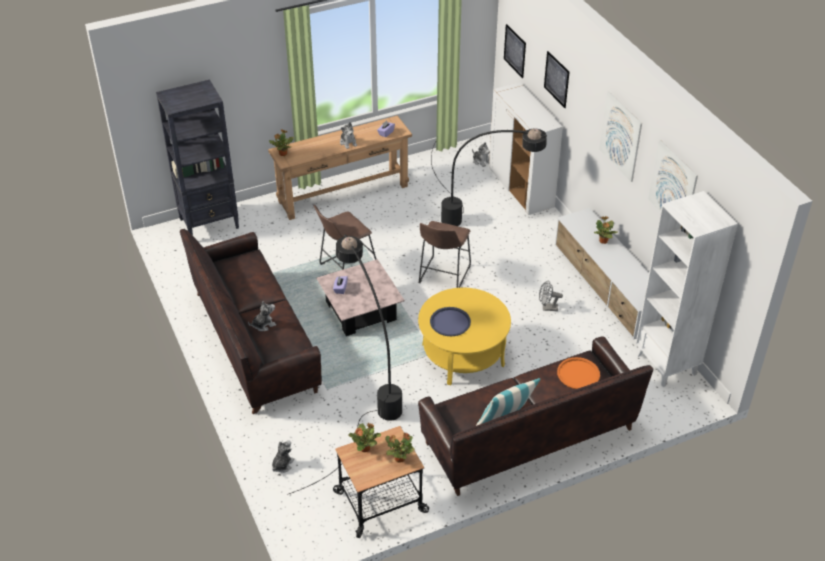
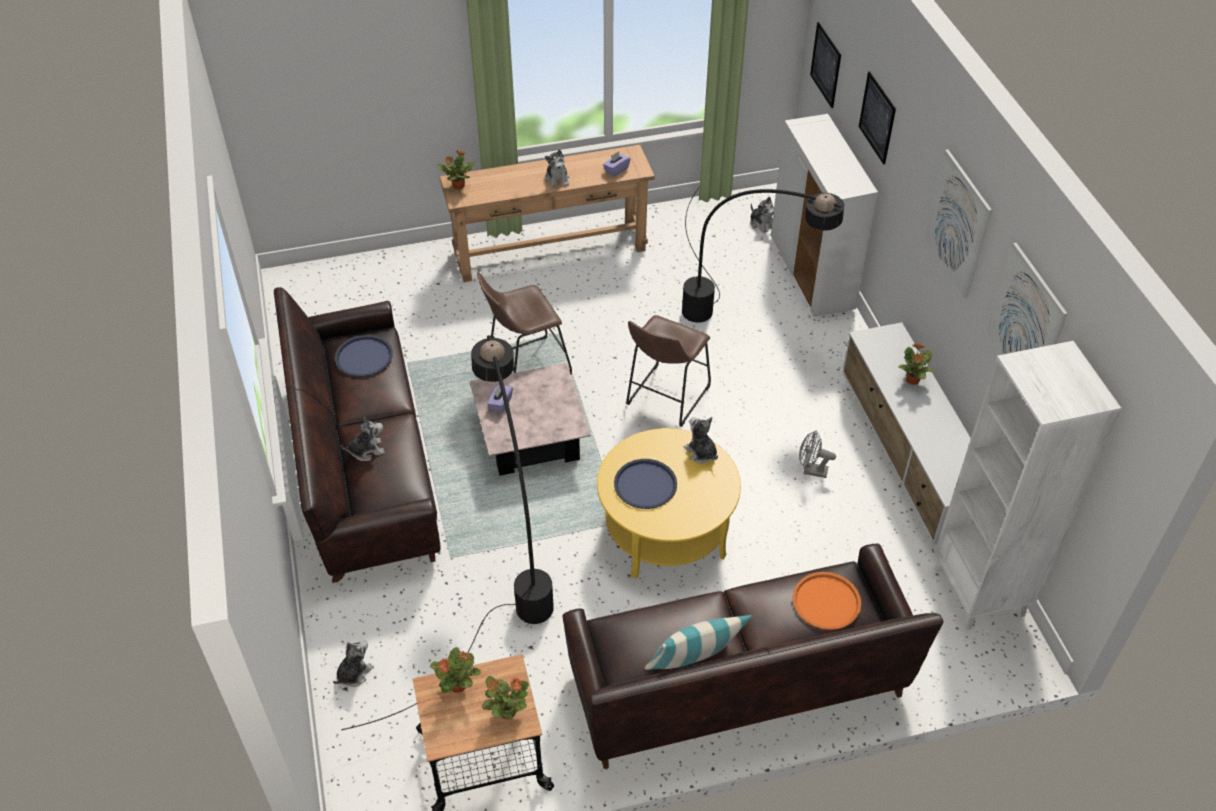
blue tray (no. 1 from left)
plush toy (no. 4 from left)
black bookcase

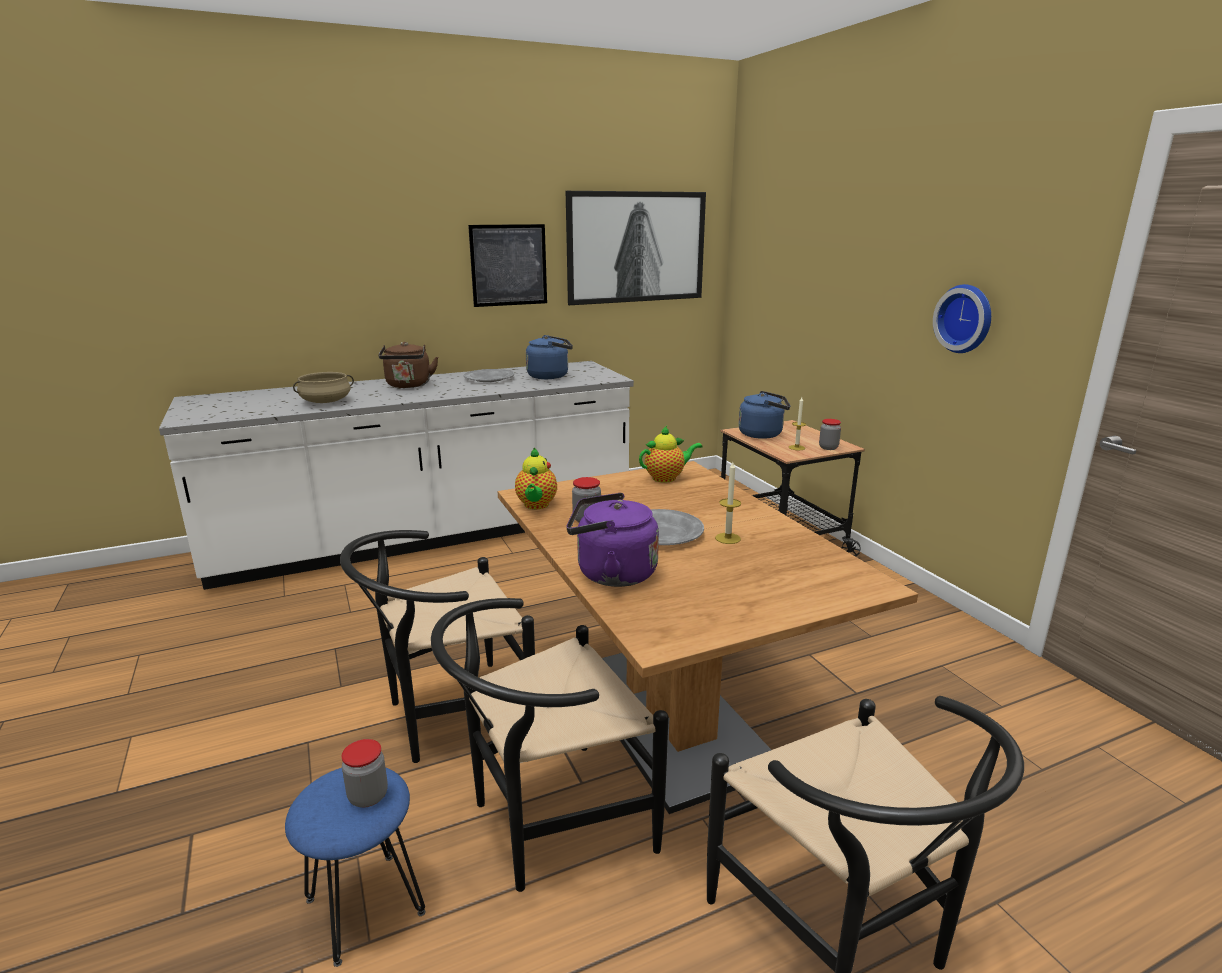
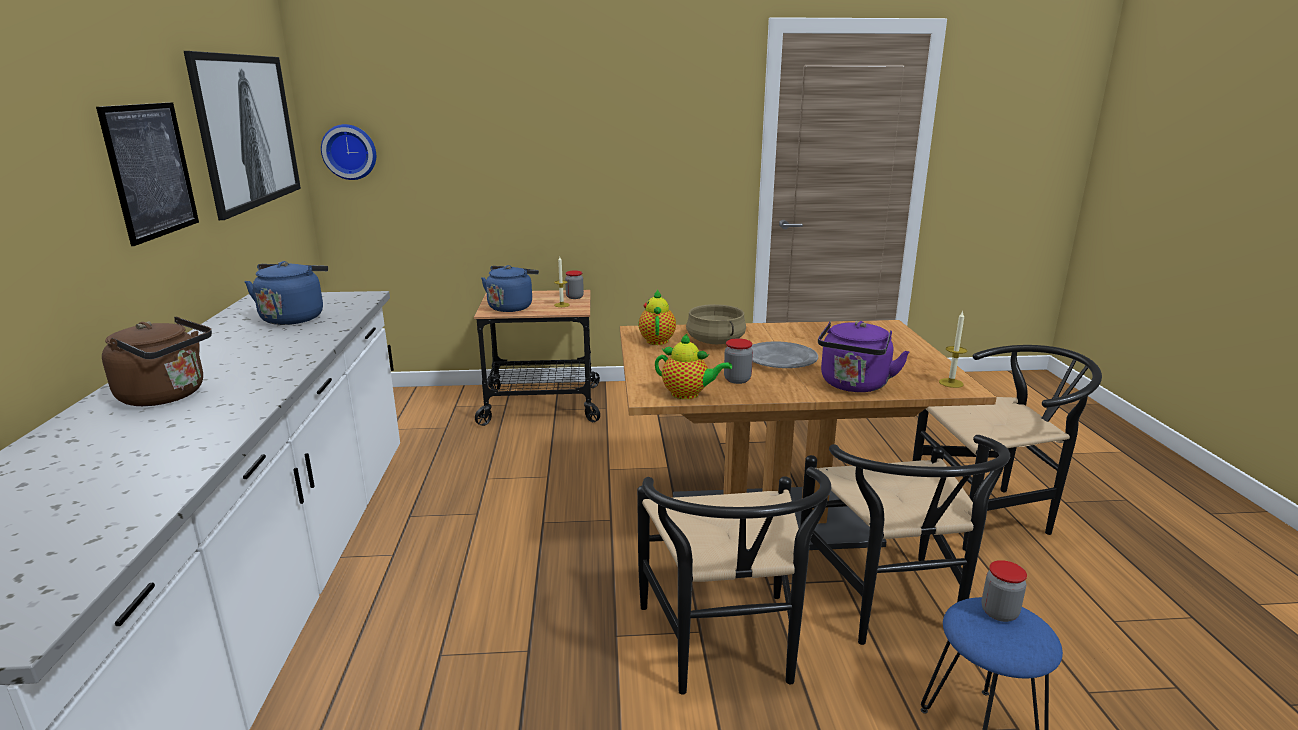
wall clock
beige cooking pot
candle (no. 2 from left)
grey plate (no. 1 from left in the first image)

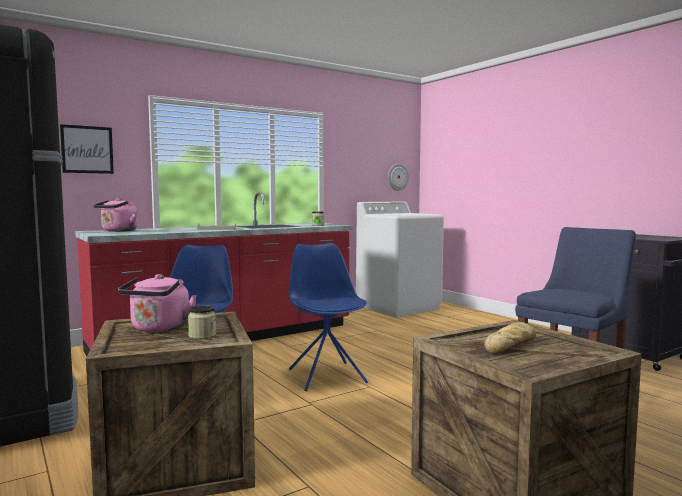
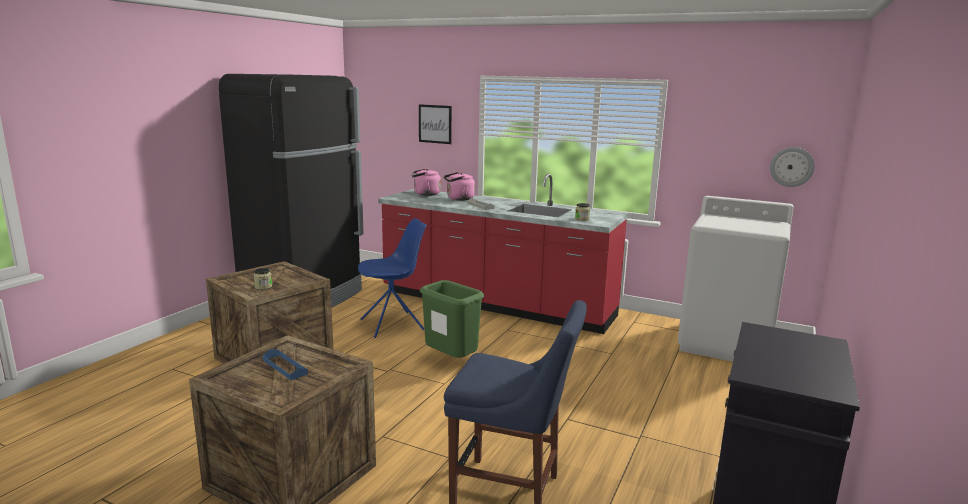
blue tray
green trash can
pink kettle (no. 2 from left)

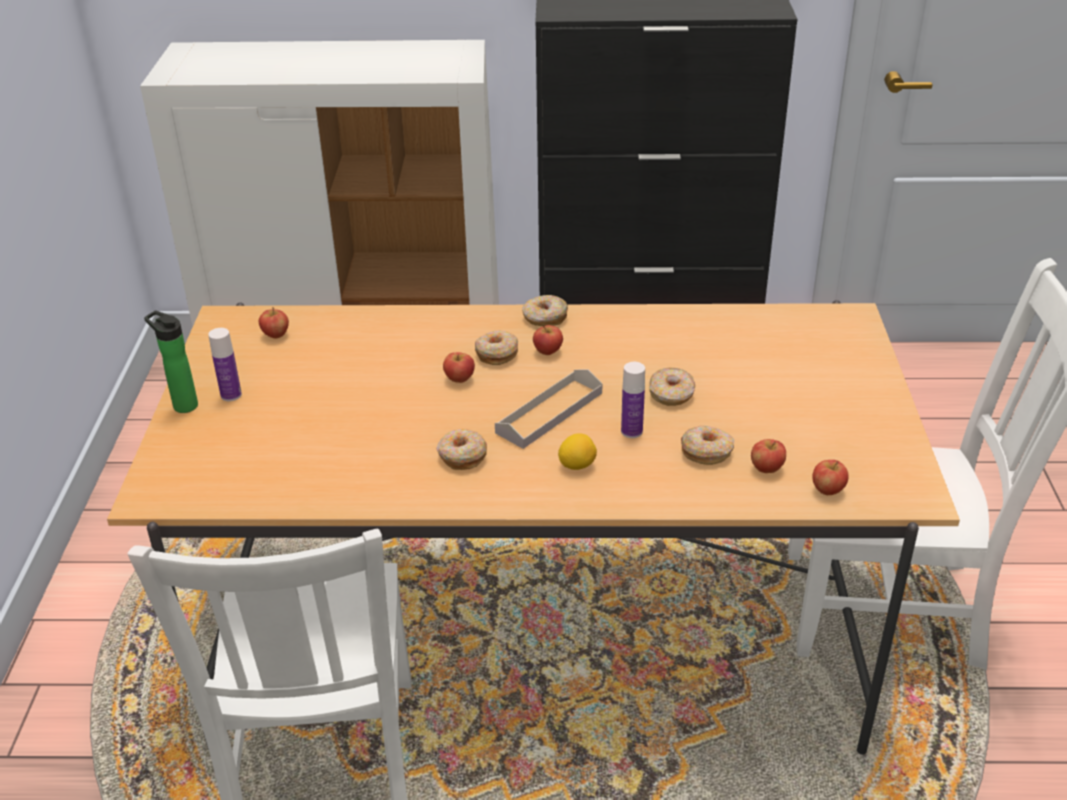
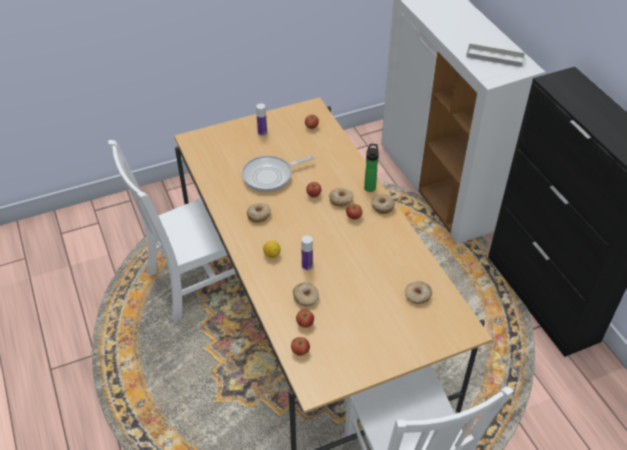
frying pan
bottle (no. 3 from left)
donut (no. 5 from left)
grey tray

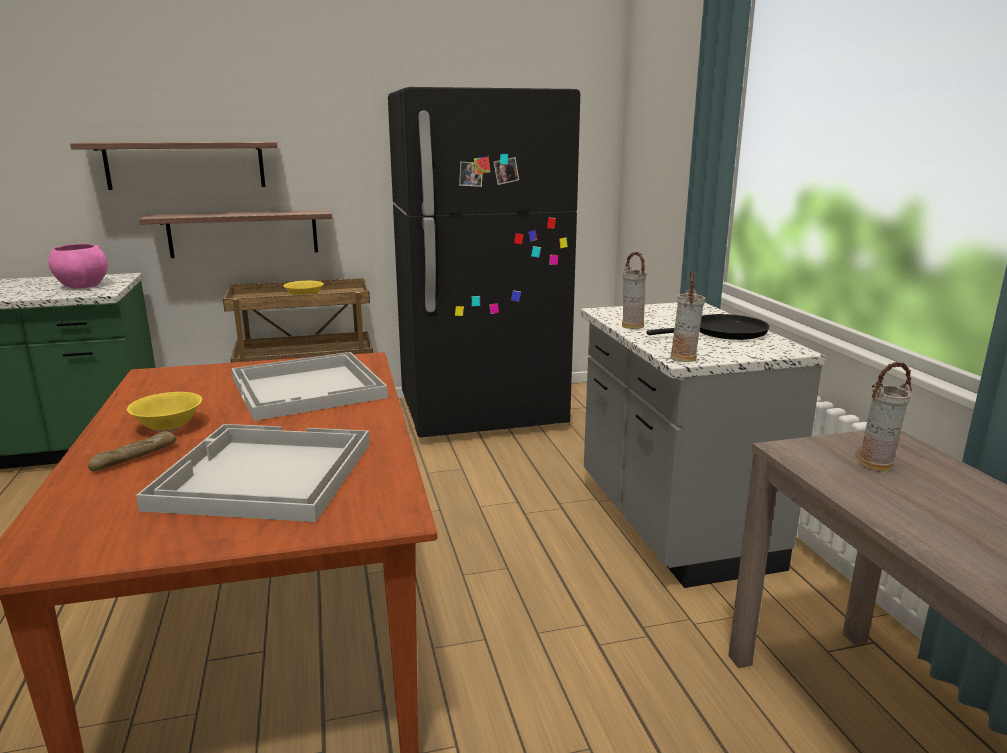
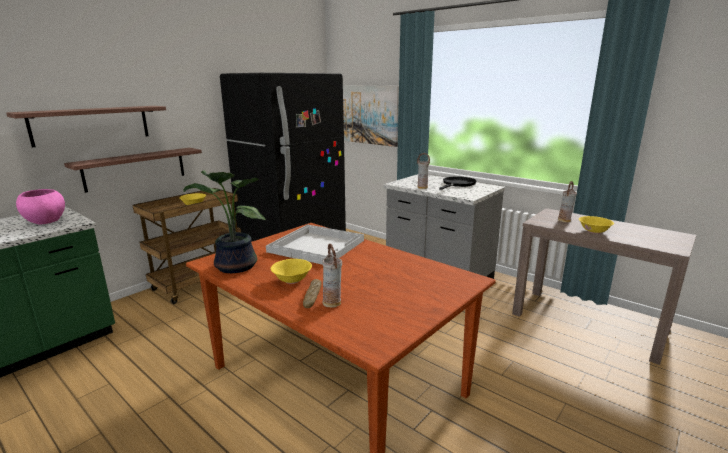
potted plant
vase (no. 1 from left)
picture
yellow bowl (no. 3 from left)
white tray (no. 1 from left in the first image)

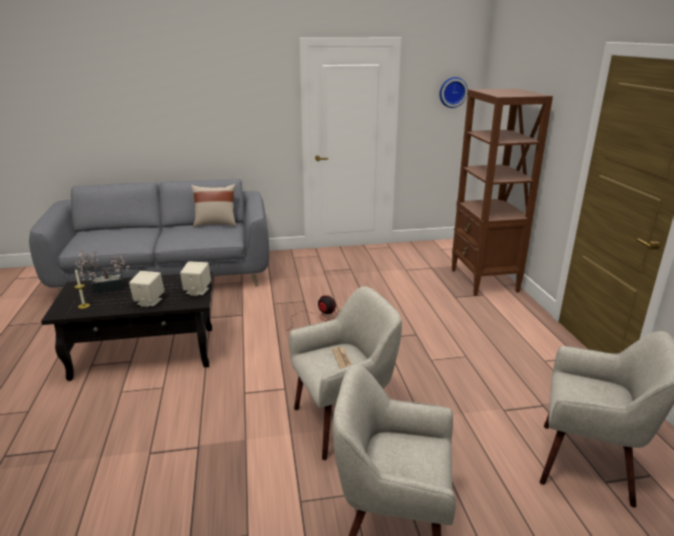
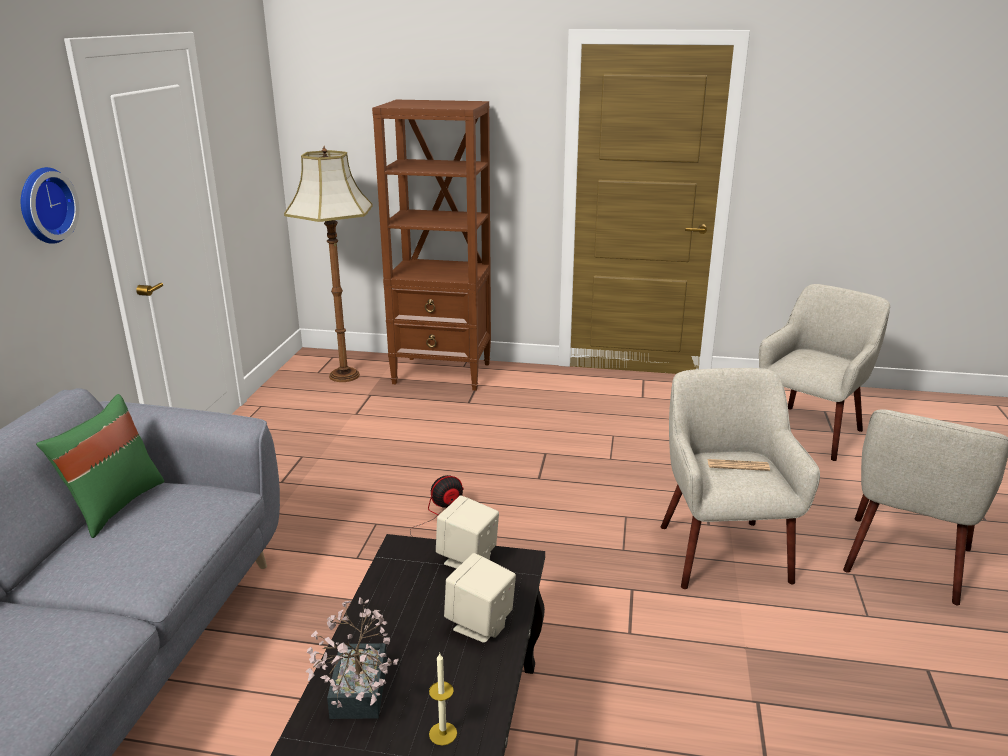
wall clock
green pillow
floor lamp

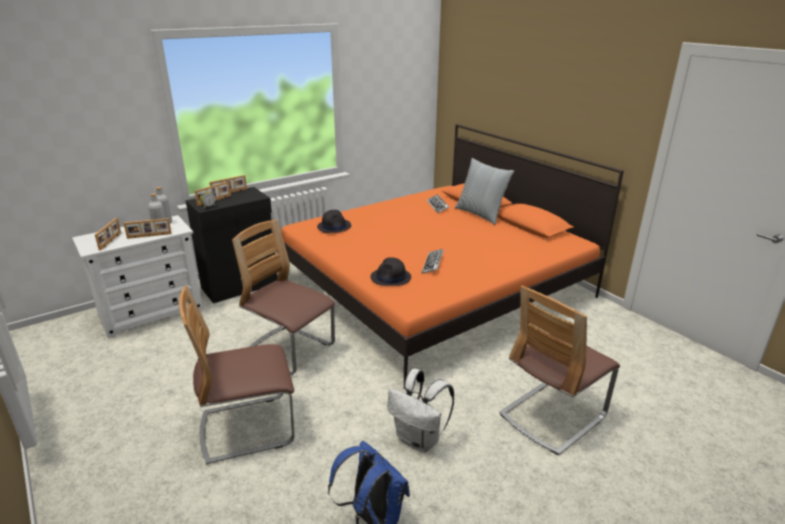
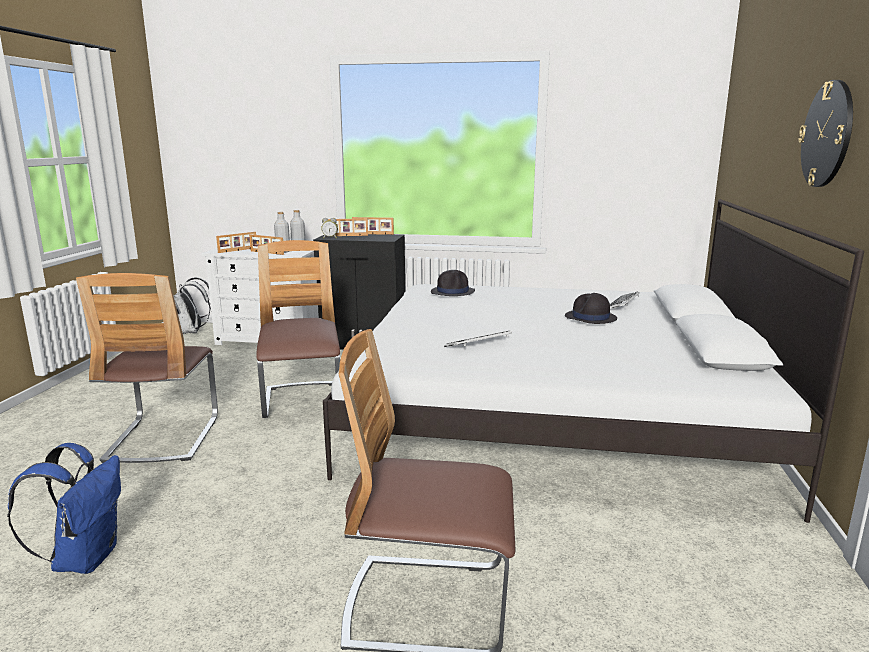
chair (no. 1 from left)
white backpack
white bed
black hat (no. 2 from left)
wall clock
pillow

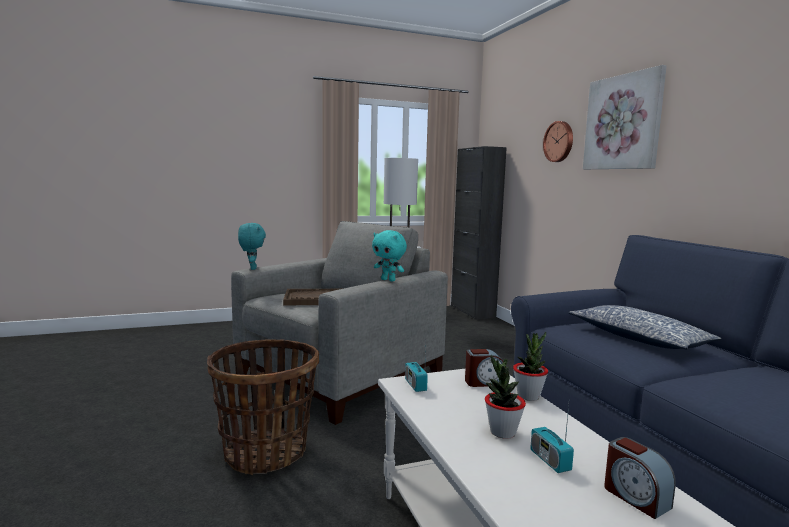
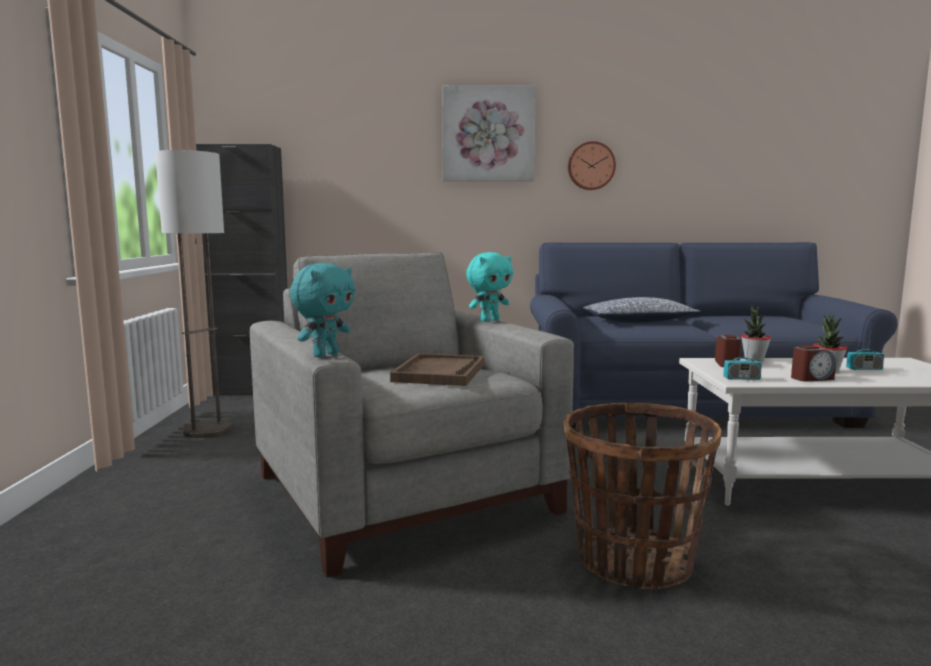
turquoise plush toy (no. 1 from left)
wall clock
alarm clock (no. 2 from left)

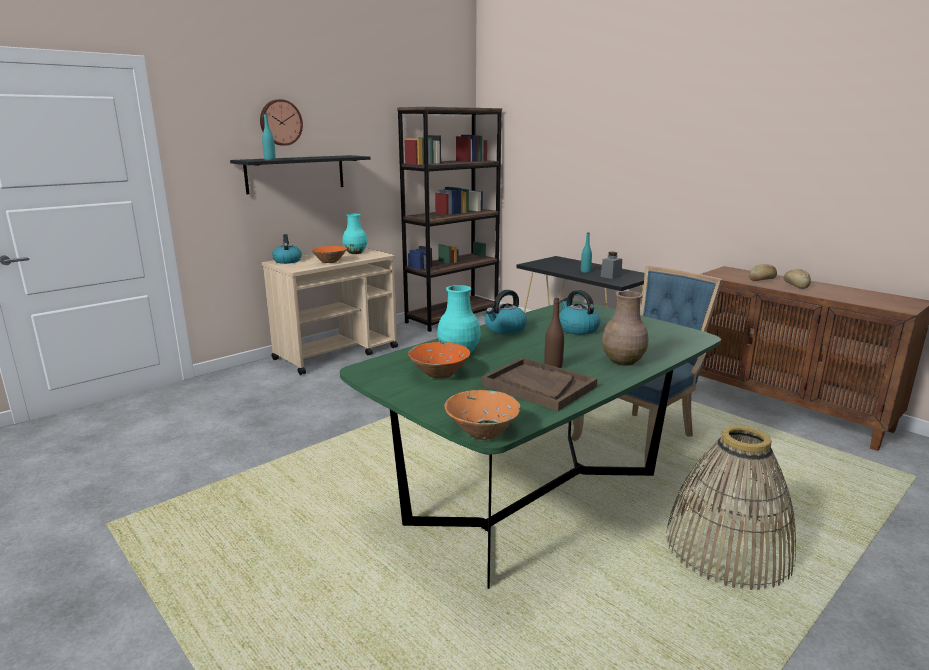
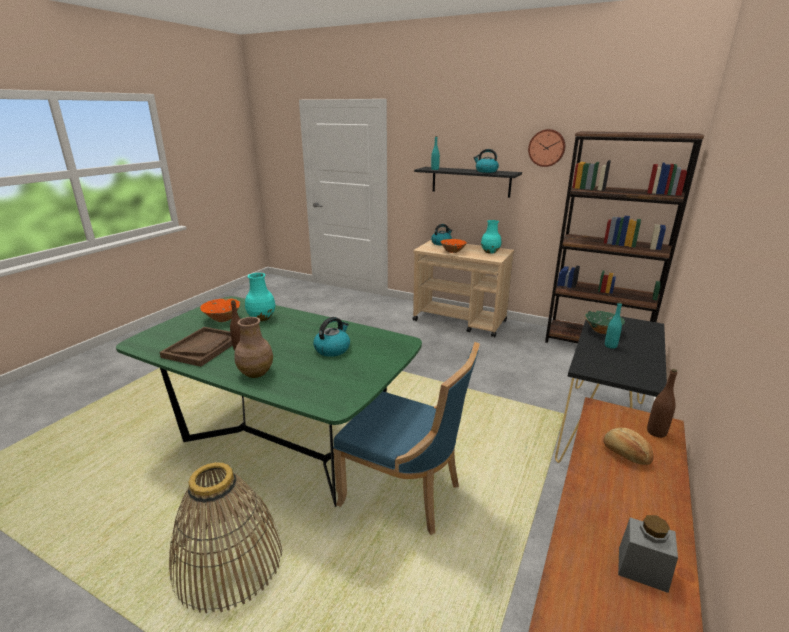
kettle (no. 3 from left)
wall clock
green bowl
grey jar
brown bottle (no. 2 from left)
orange bowl (no. 3 from left in the first image)
bread (no. 2 from left in the first image)

